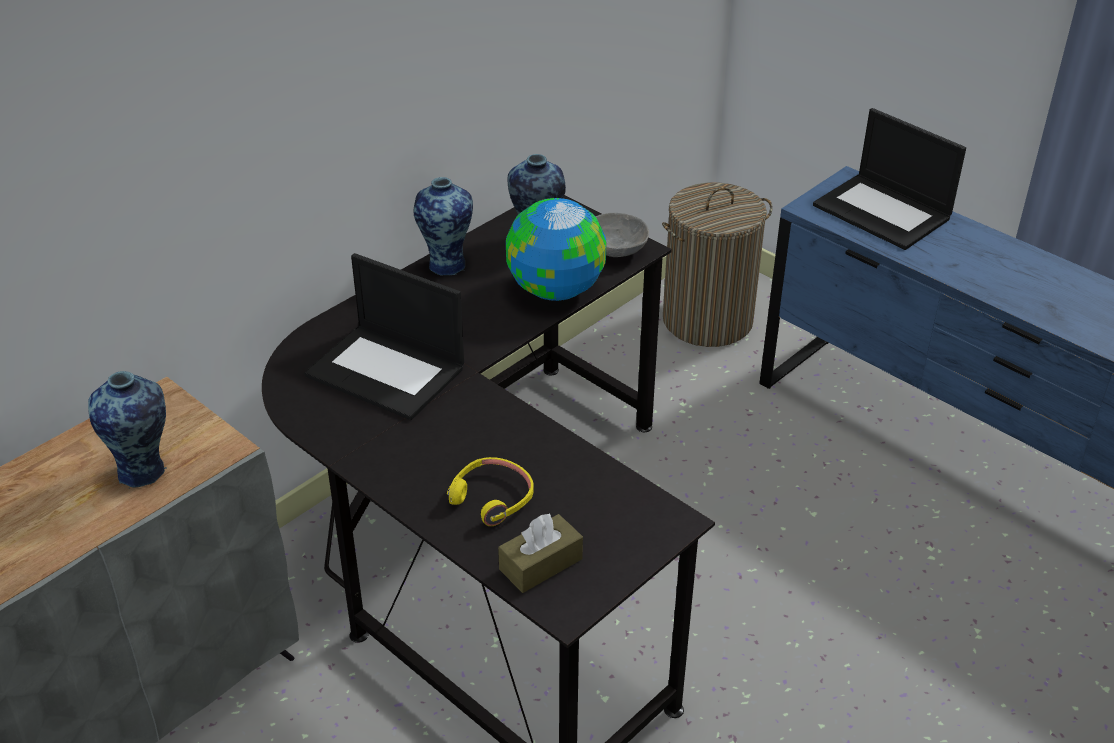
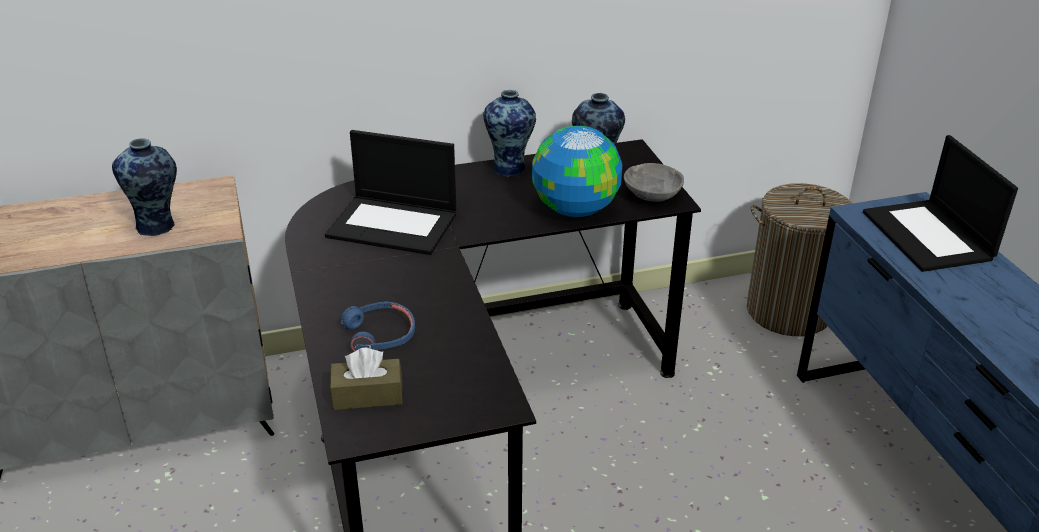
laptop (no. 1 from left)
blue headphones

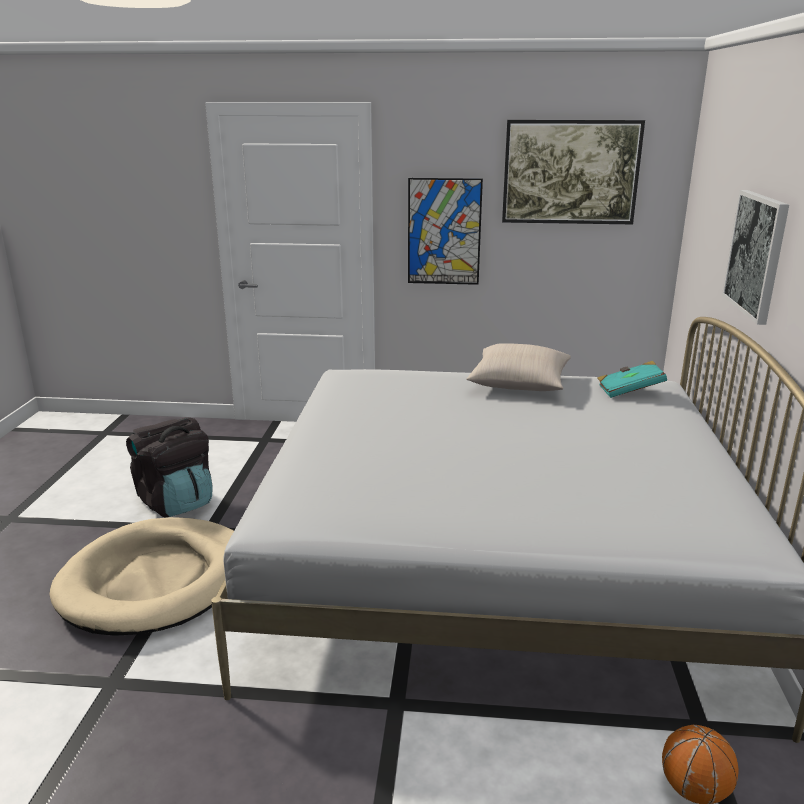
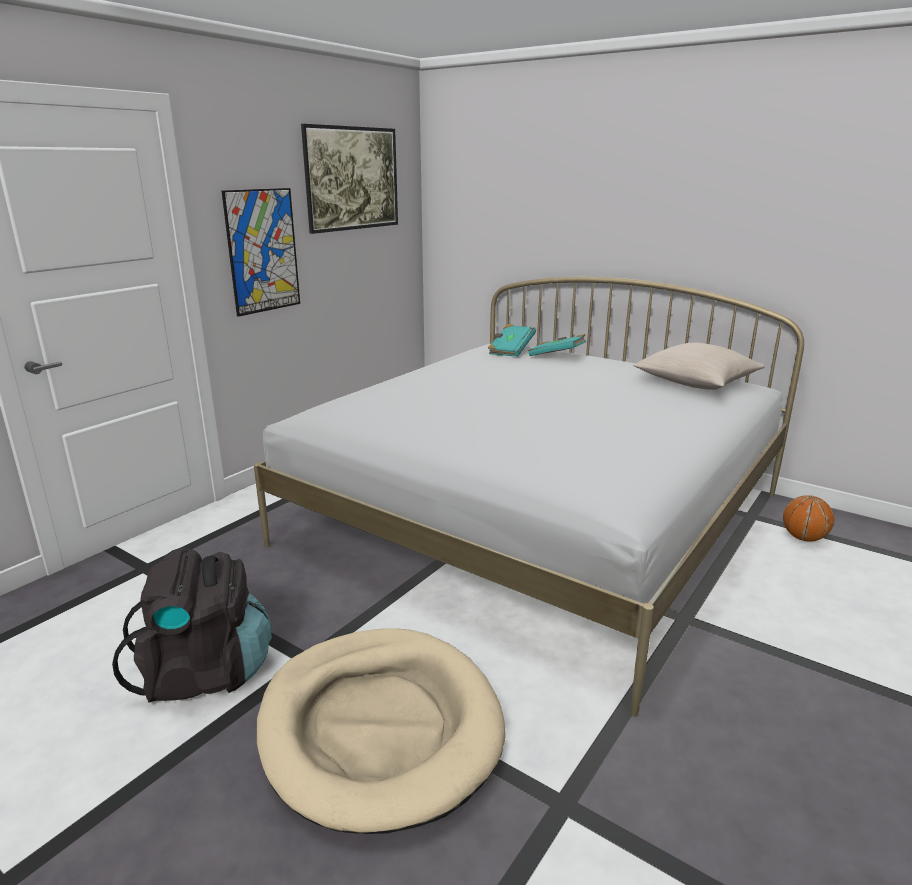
turquoise book (no. 2 from left)
beige pillow
picture (no. 3 from left in the first image)

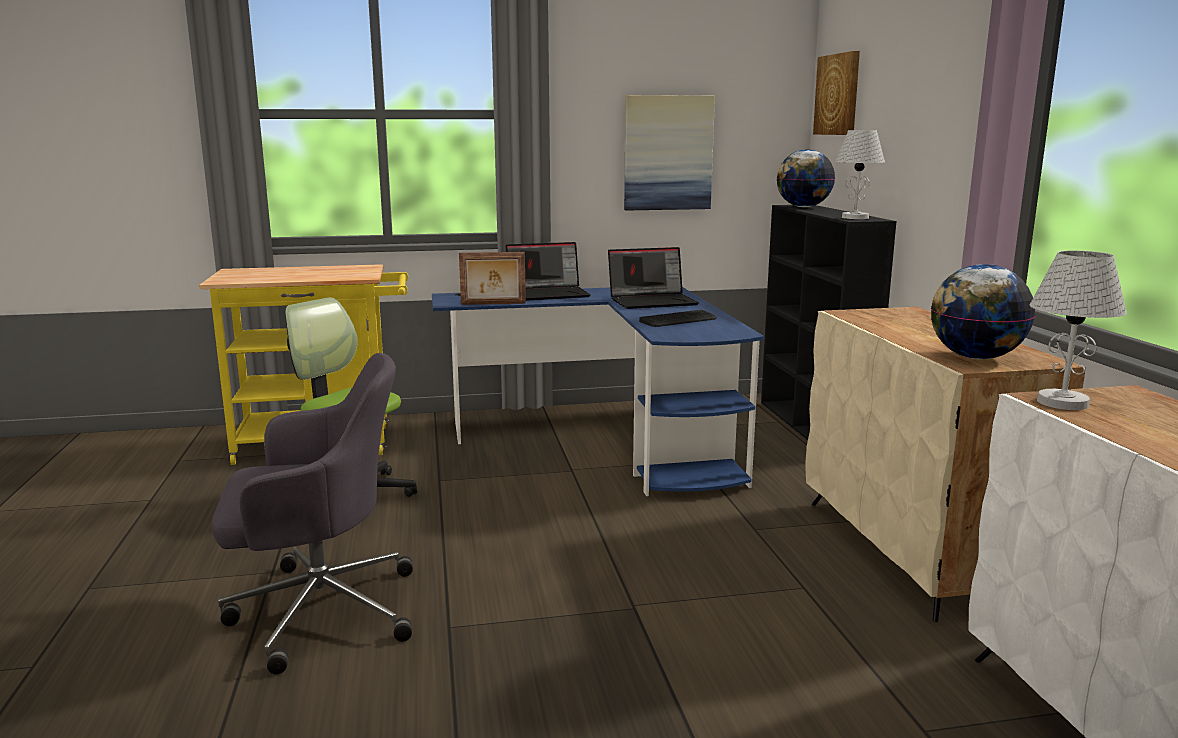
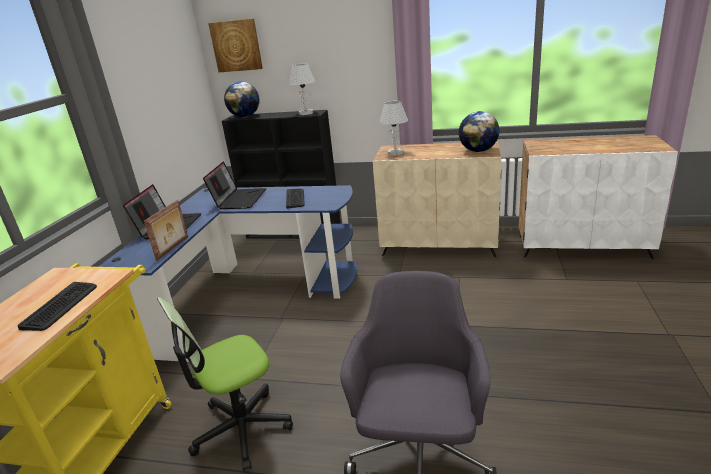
keyboard (no. 1 from left)
white table lamp (no. 2 from left)
picture (no. 1 from left in the first image)

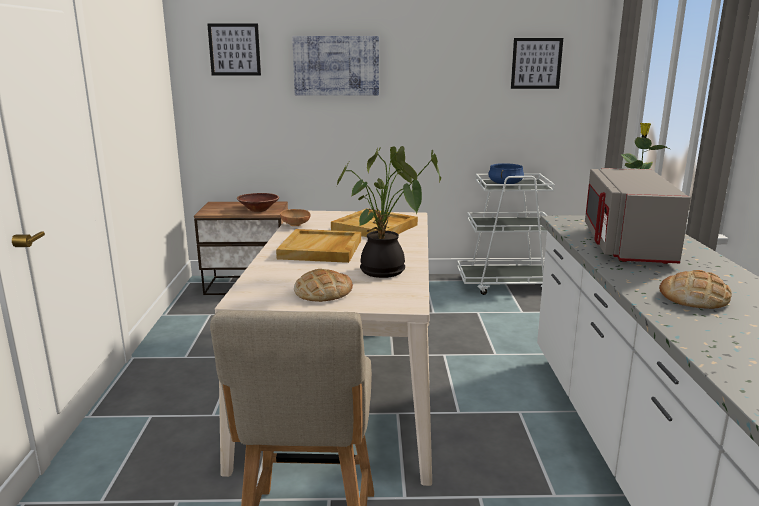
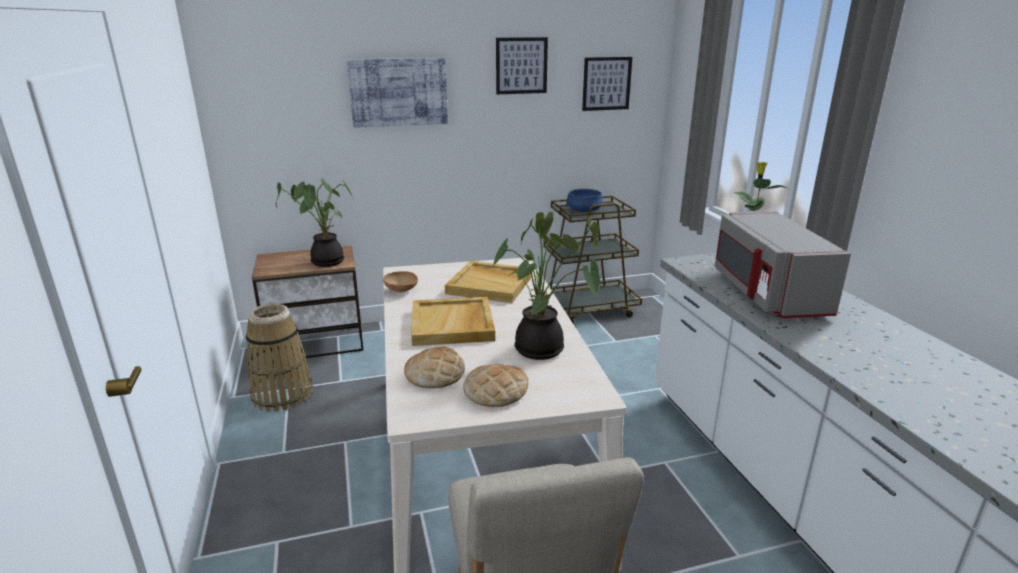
basket
potted plant (no. 1 from left)
bread (no. 1 from left)
picture (no. 2 from left)
brown cart

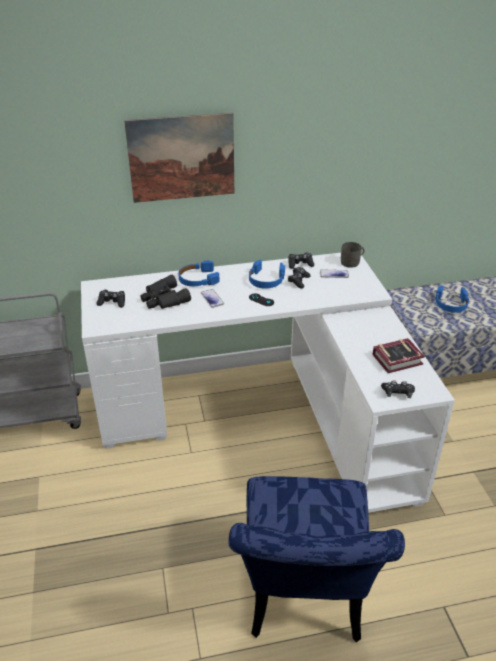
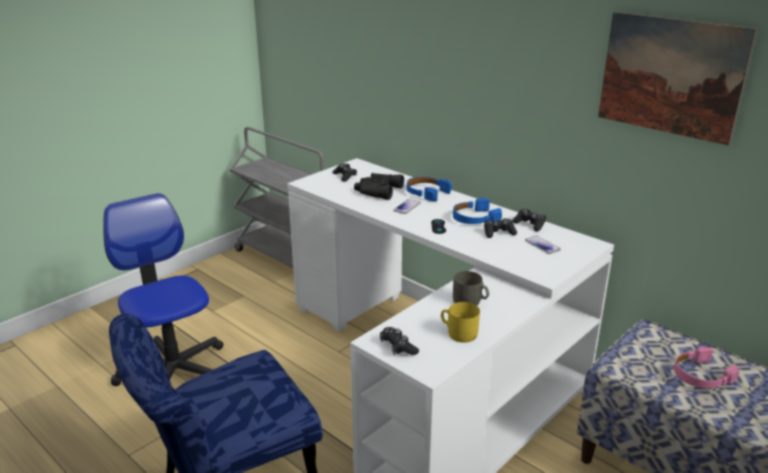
office chair
yellow mug
grey mug
picture
pink headphones

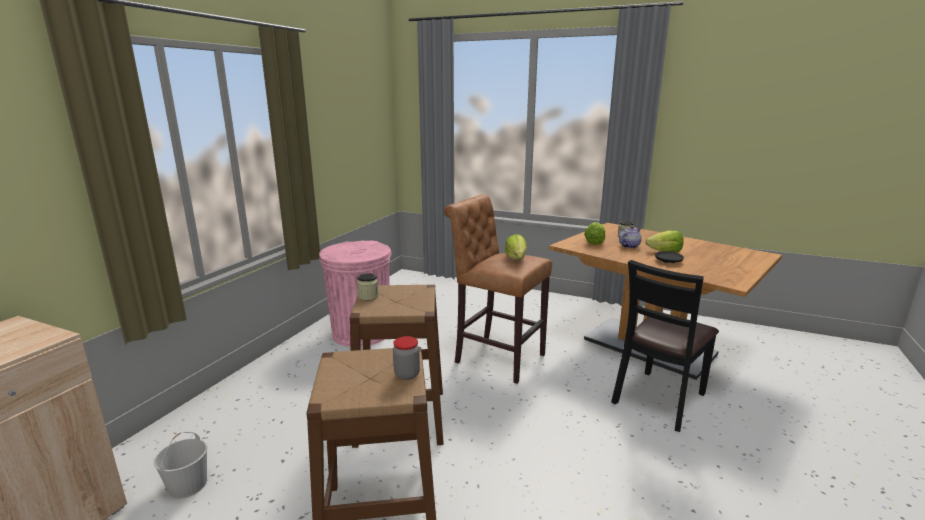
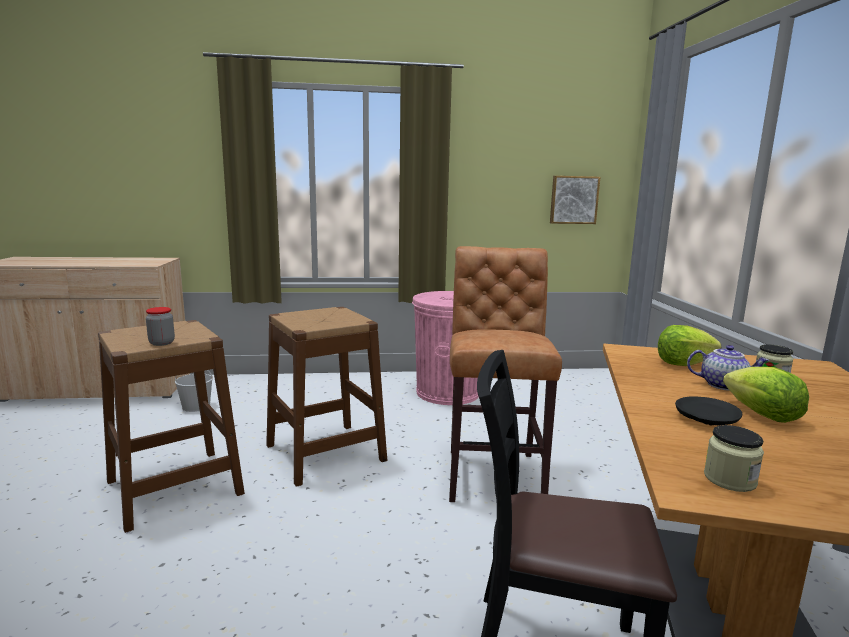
picture
jar (no. 2 from left)
lettuce (no. 1 from left in the first image)

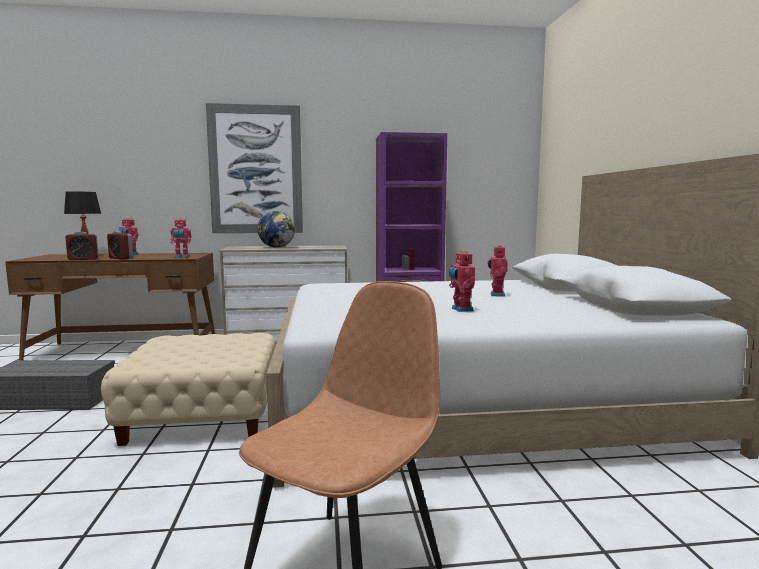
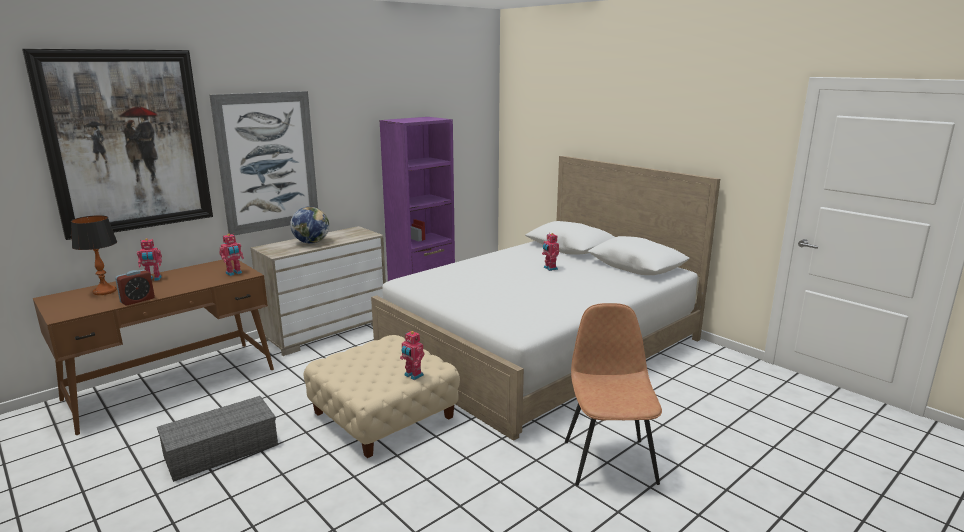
picture (no. 1 from left)
toy robot (no. 3 from left)
alarm clock (no. 2 from left in the first image)

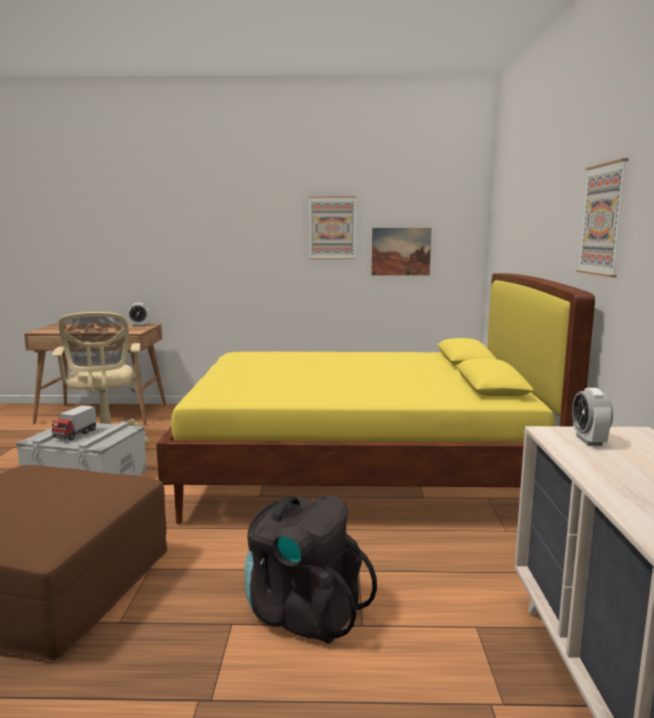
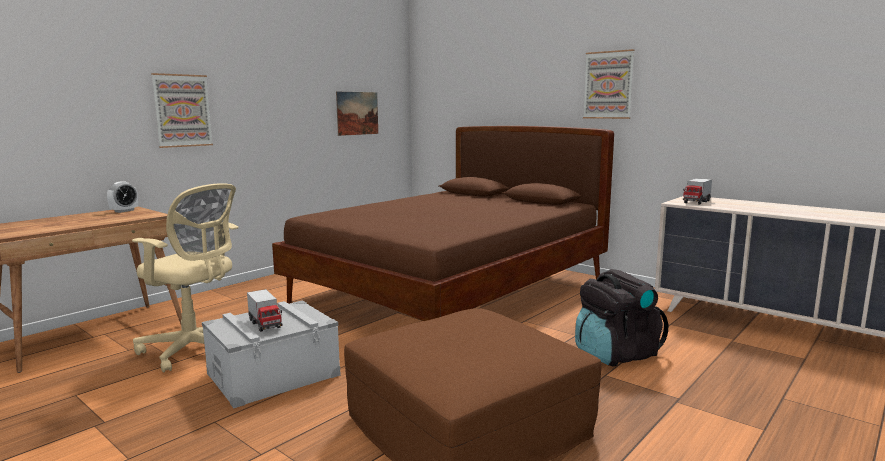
picture (no. 1 from left)
brown bed
toy truck (no. 2 from left)

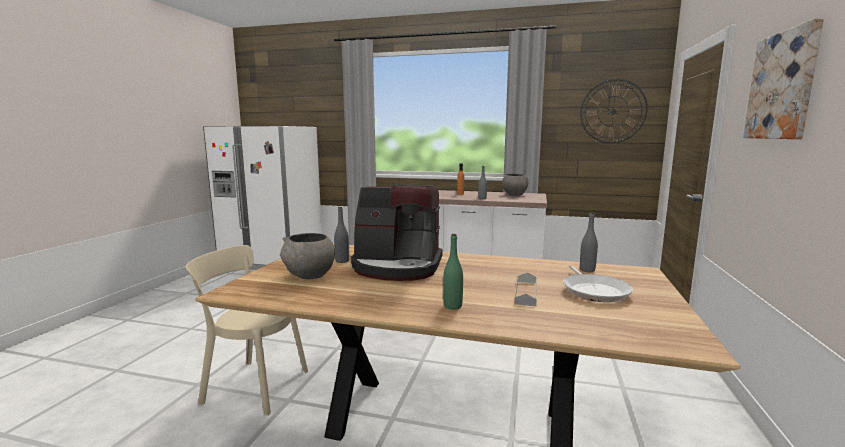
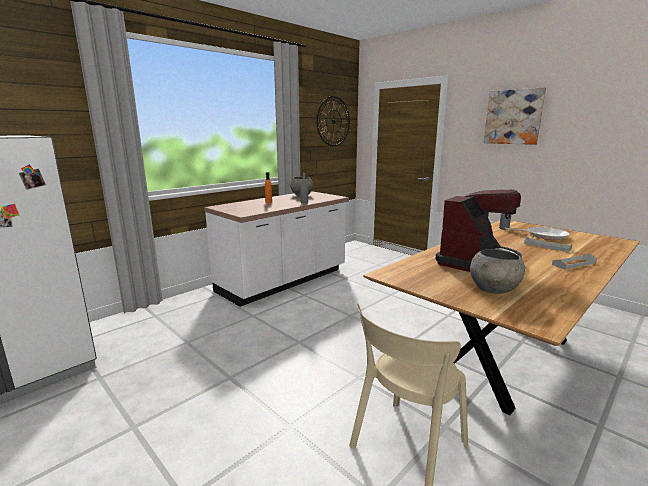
grey tray (no. 2 from left)
grey bottle (no. 1 from left in the first image)

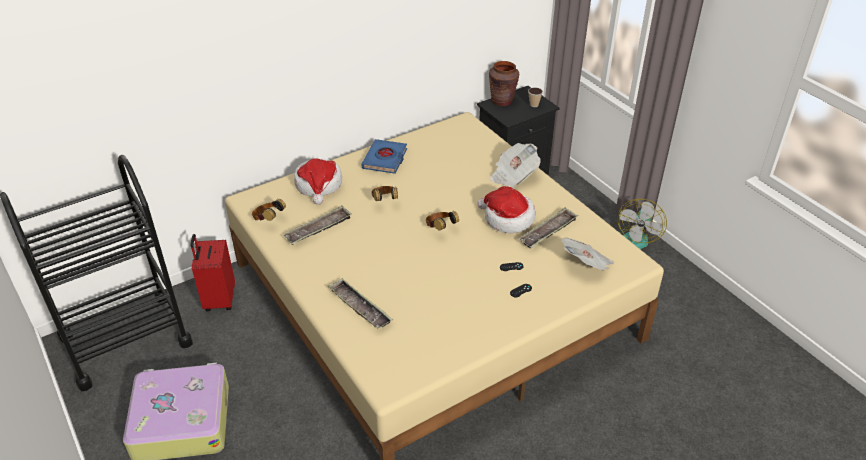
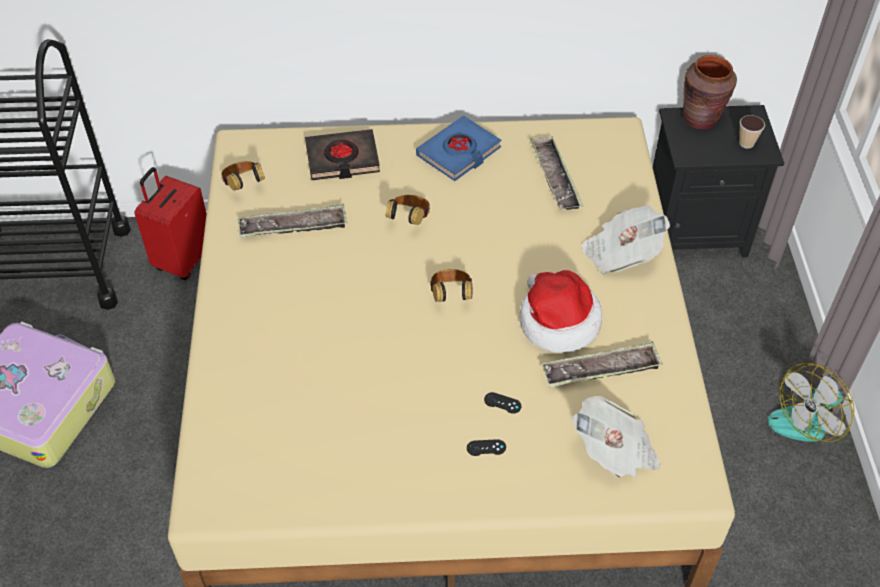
black book
tray (no. 2 from left)

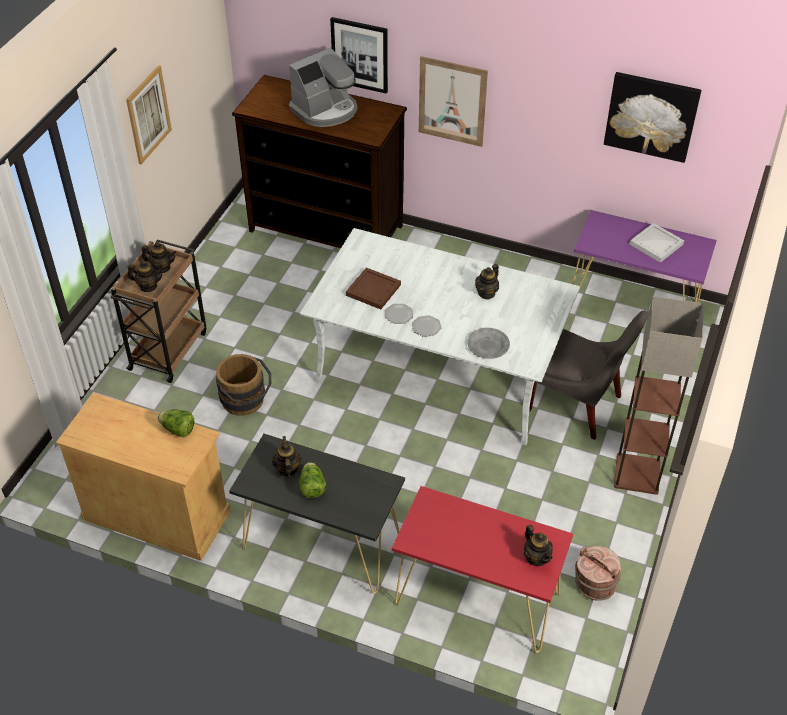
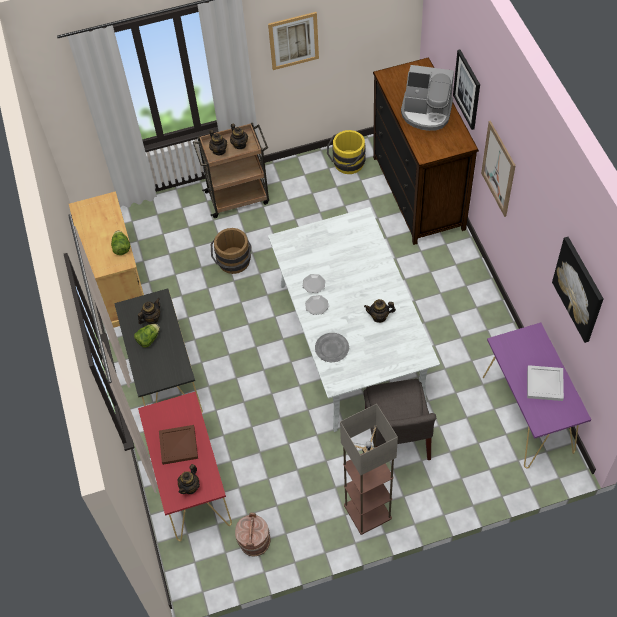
brown tray
yellow bucket

